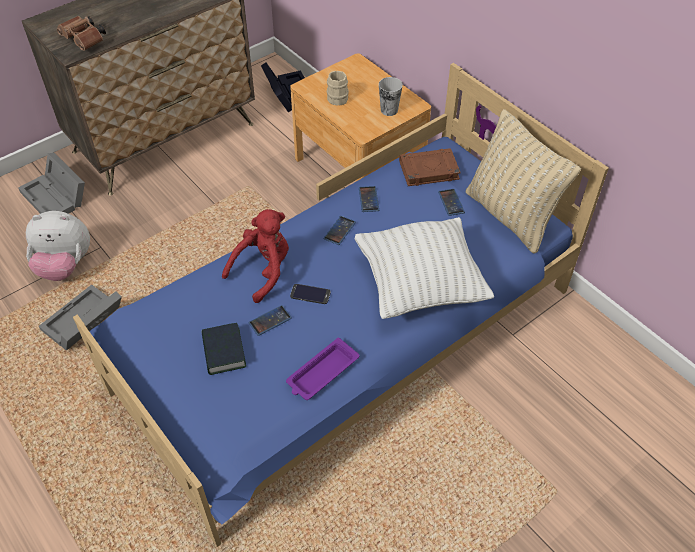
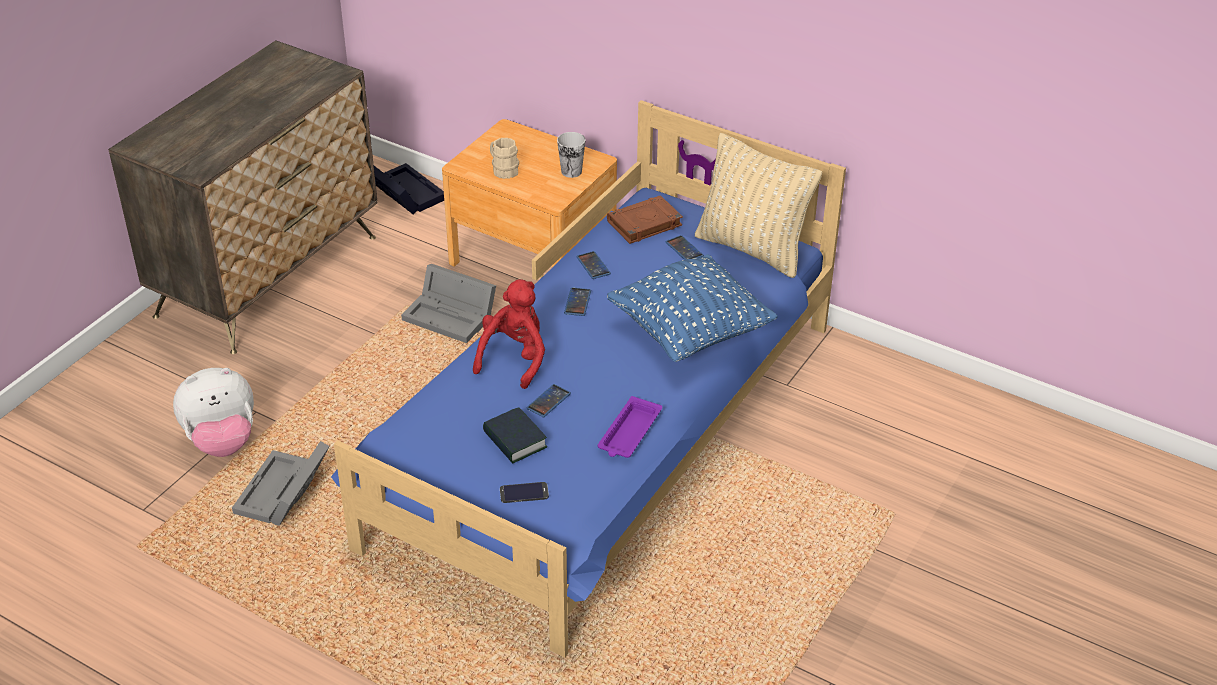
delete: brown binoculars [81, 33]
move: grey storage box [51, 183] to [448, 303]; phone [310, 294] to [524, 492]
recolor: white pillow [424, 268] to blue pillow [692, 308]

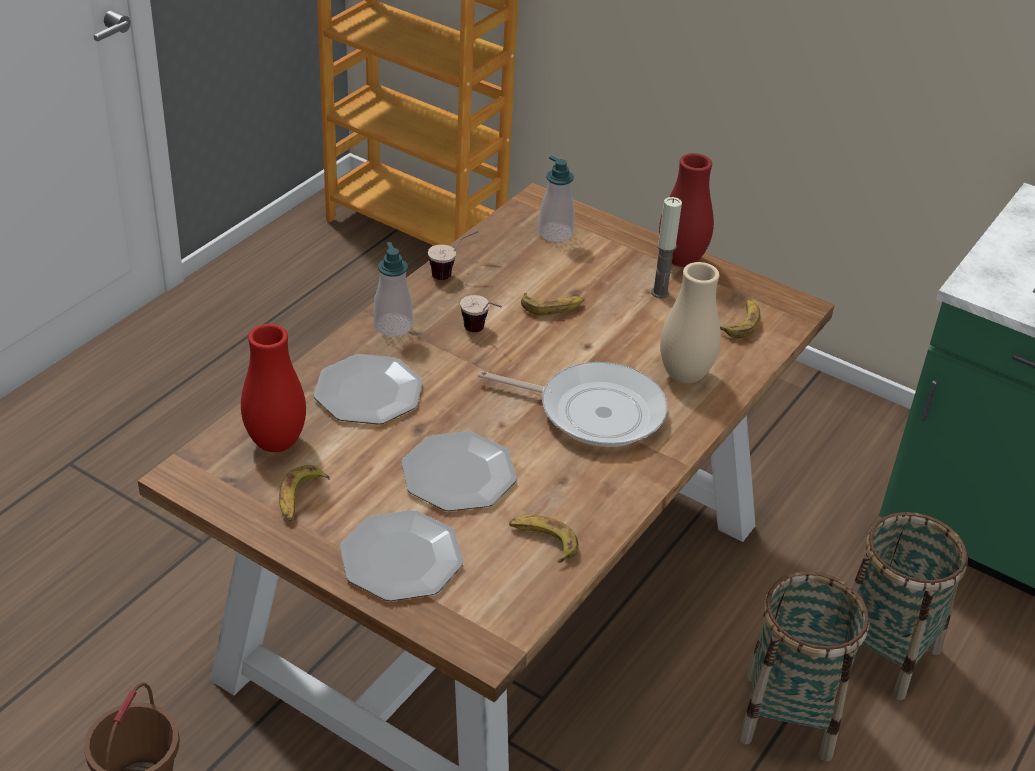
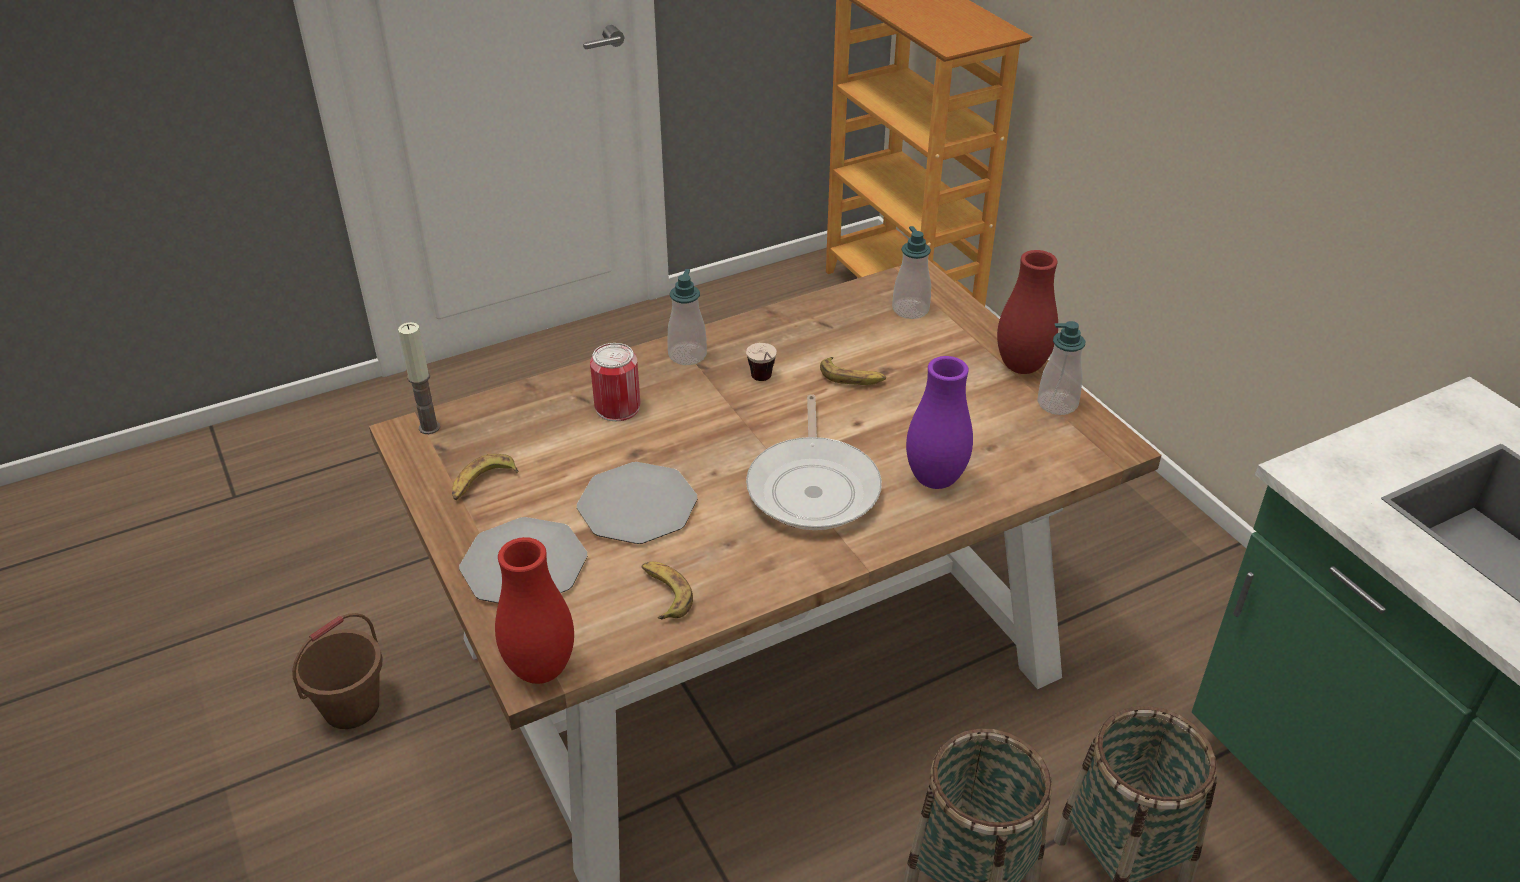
delete: cup [453, 255]; banana [740, 319]
insert: soap dispenser [1061, 368]
move: red vase [273, 388] to [534, 610]; candle [666, 247] to [419, 378]
replace: plate [368, 389] to can [615, 382]
recolor: beige vase [690, 323] to purple vase [939, 422]
rotate: frying pan [573, 404] = [814, 462] 45 degrees clockwise

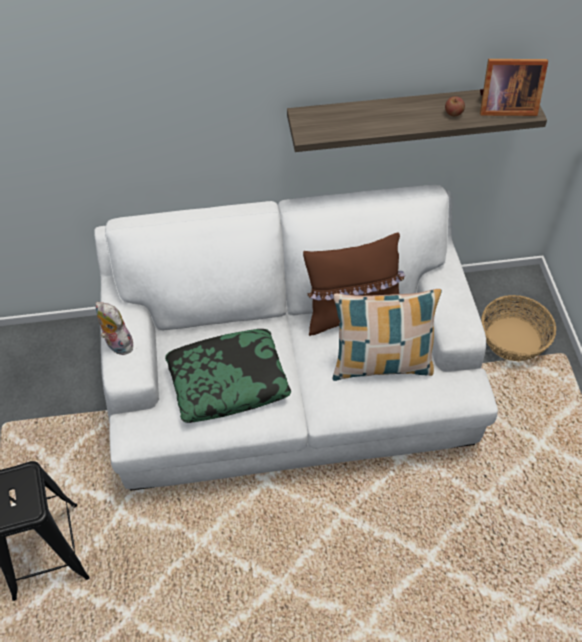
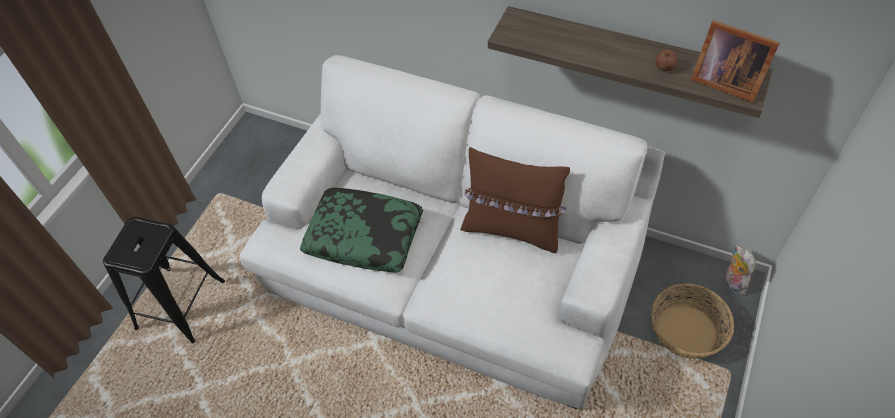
delete: pillow [387, 335]
move: plush toy [115, 328] to [739, 269]

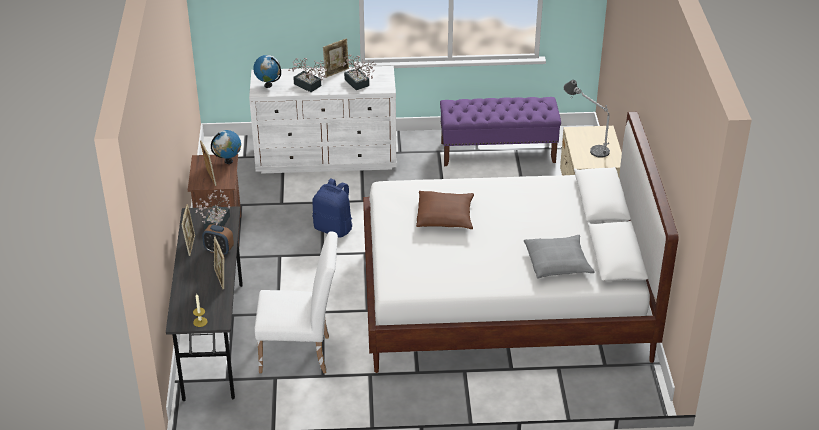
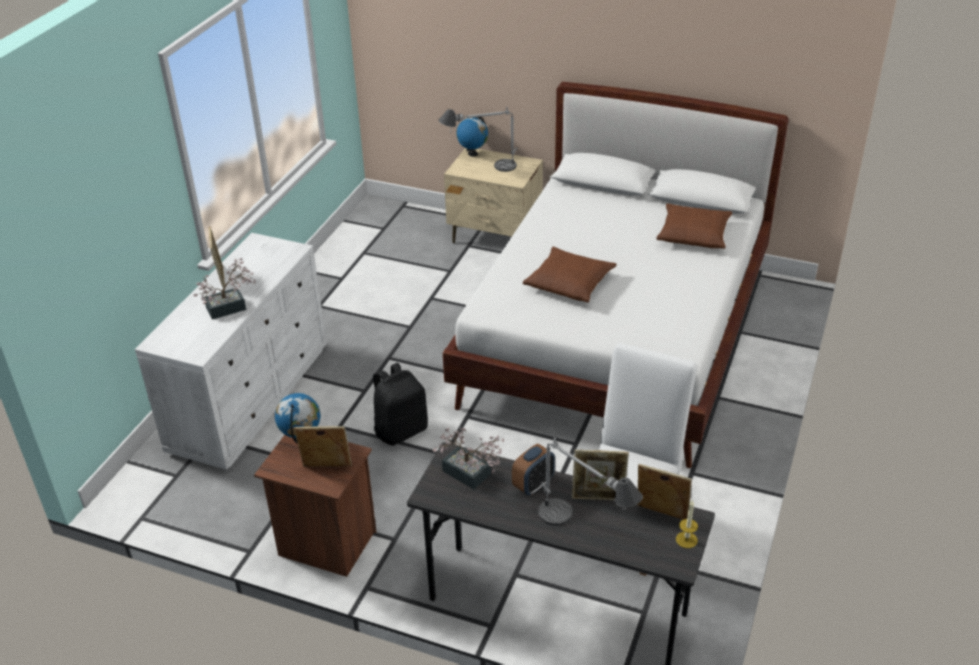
delete: potted plant [358, 72]; purple bench [500, 131]
insert: table lamp [590, 482]
move: picture frame [188, 230] to [664, 492]; globe [267, 71] to [472, 137]
recolor: blue backpack [332, 208] to black backpack [400, 404]; grey pillow [559, 257] to brown pillow [694, 226]

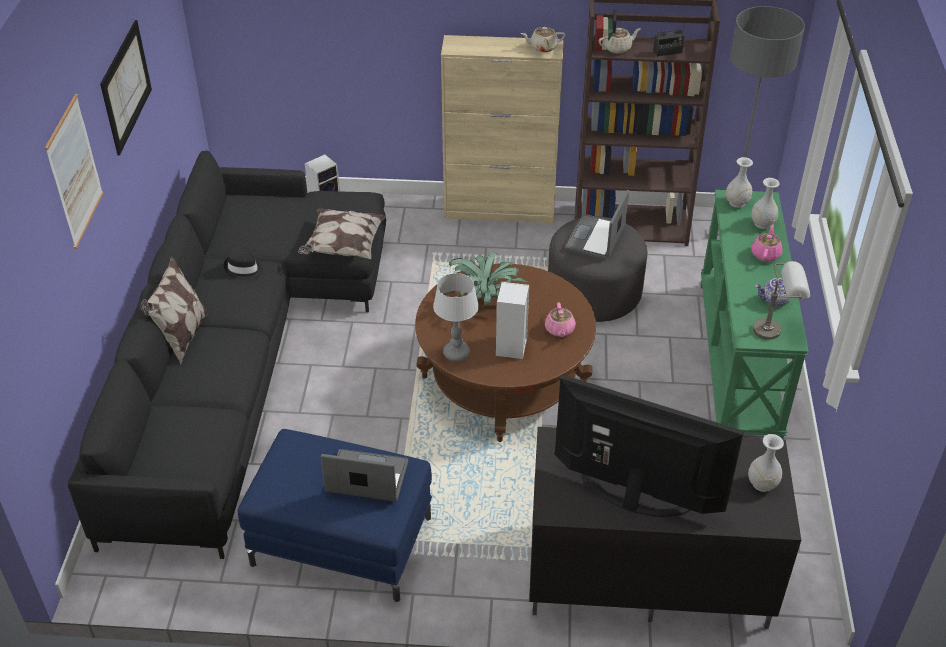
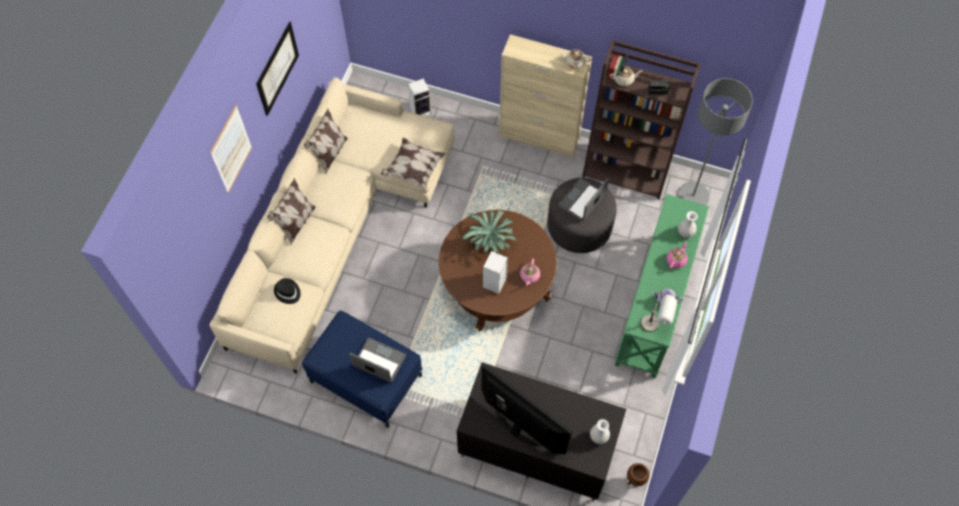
delete: table lamp [456, 317]; white vase [739, 182]
insert: pillow [326, 141]; brown planter [638, 474]
move: black hat [243, 262] to [287, 291]
recolor: black sofa [227, 355] to beige sofa [332, 225]

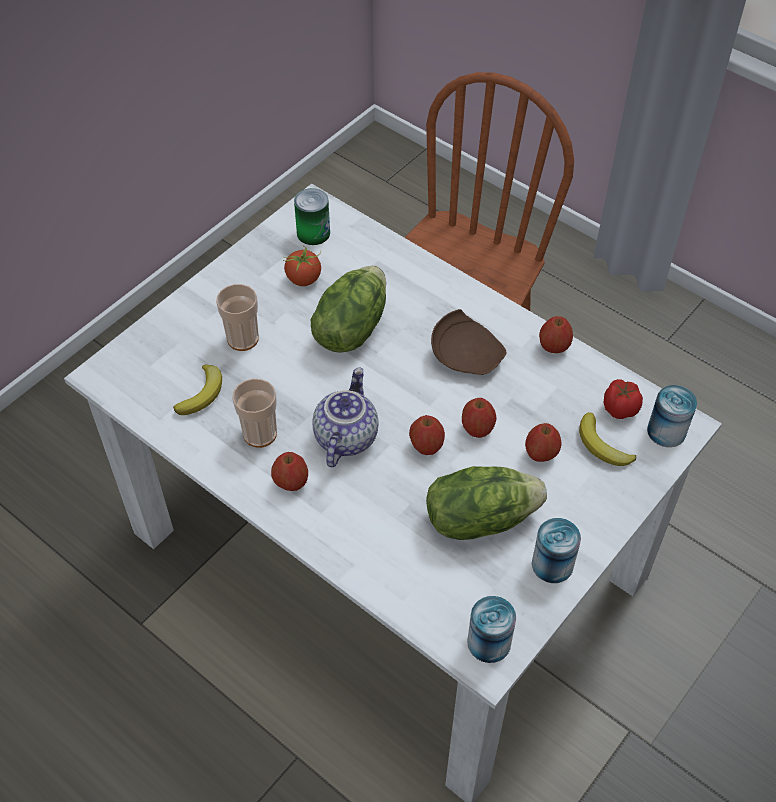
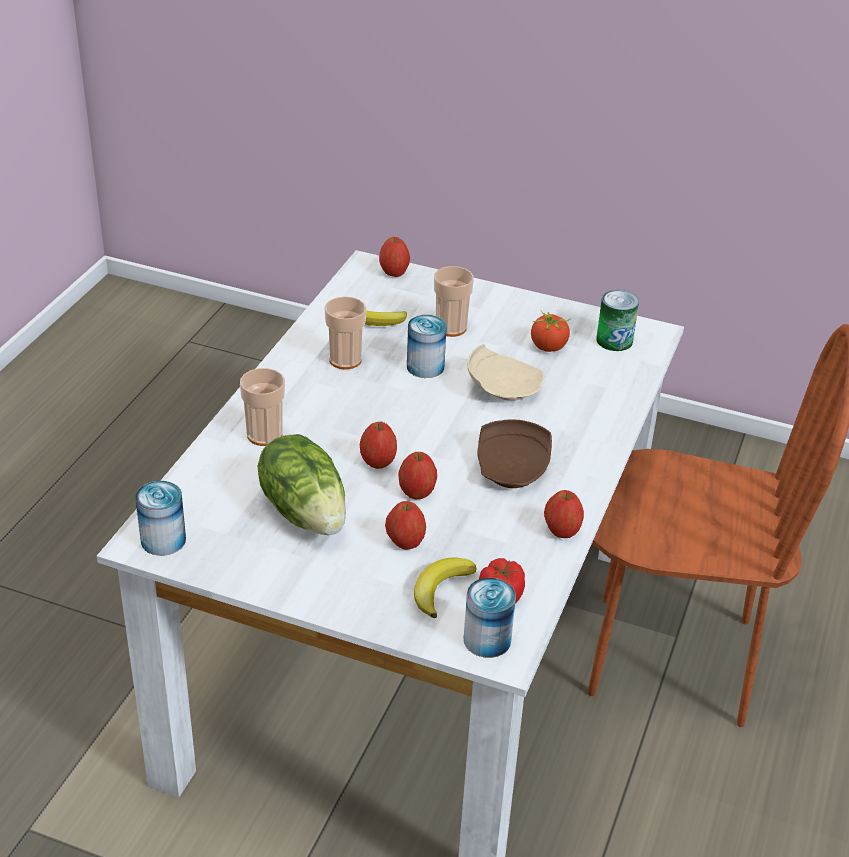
delete: teapot [345, 417]
insert: cup [262, 407]
move: apple [289, 471] to [394, 257]; can [556, 550] to [427, 346]
replace: lettuce [348, 309] to beige plate [506, 372]

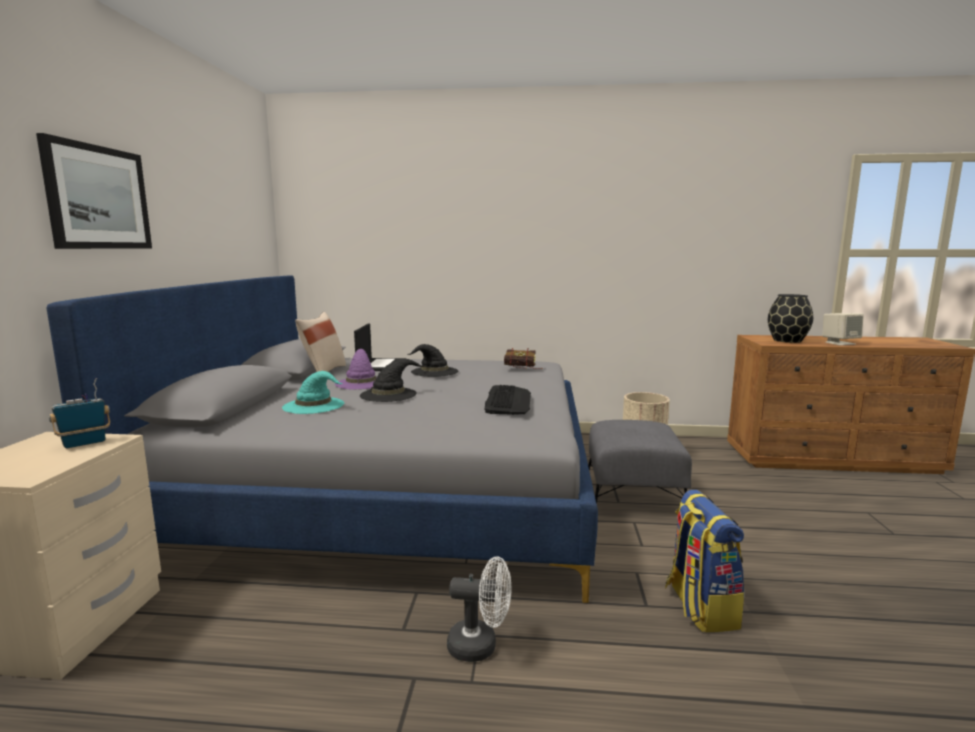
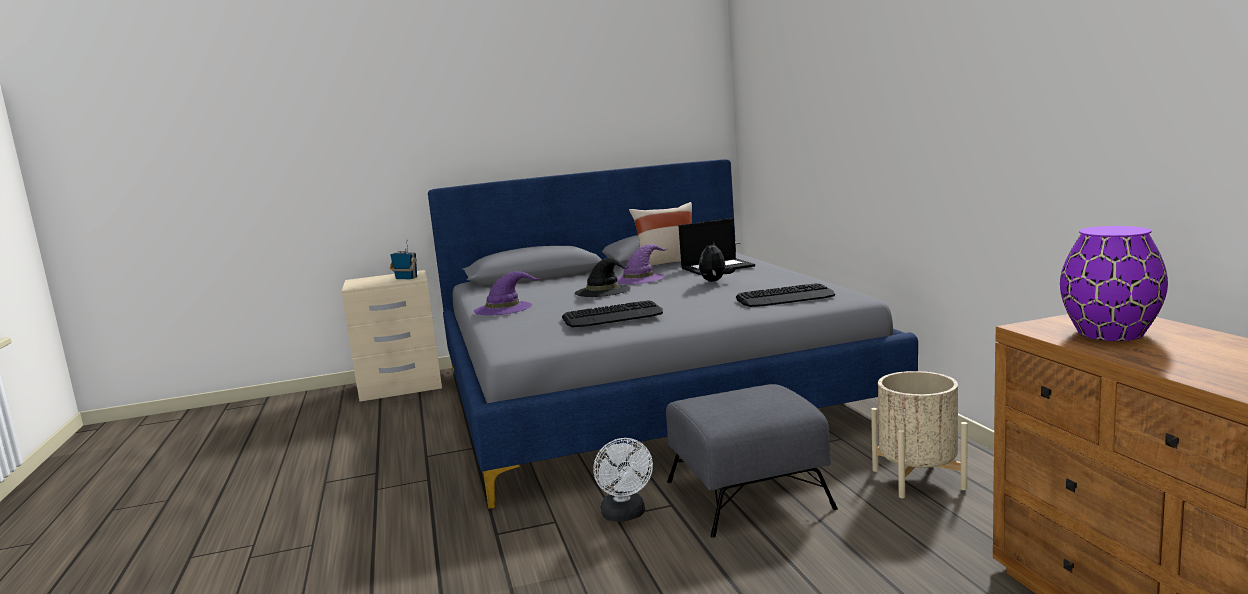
delete: picture [94, 191]; turquoise hat [313, 392]; backpack [705, 561]; beige speaker [843, 329]
insert: purple hat [508, 293]
move: white fan [479, 609] to [623, 480]
replace: black hat [432, 360] to plush toy [717, 261]; book [523, 358] to keyboard [785, 295]
recolor: black vase [790, 318] to purple vase [1114, 283]

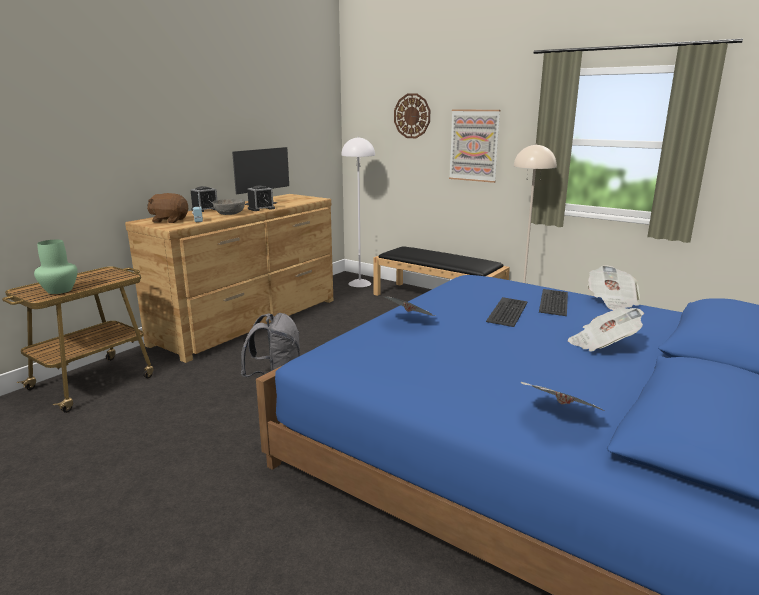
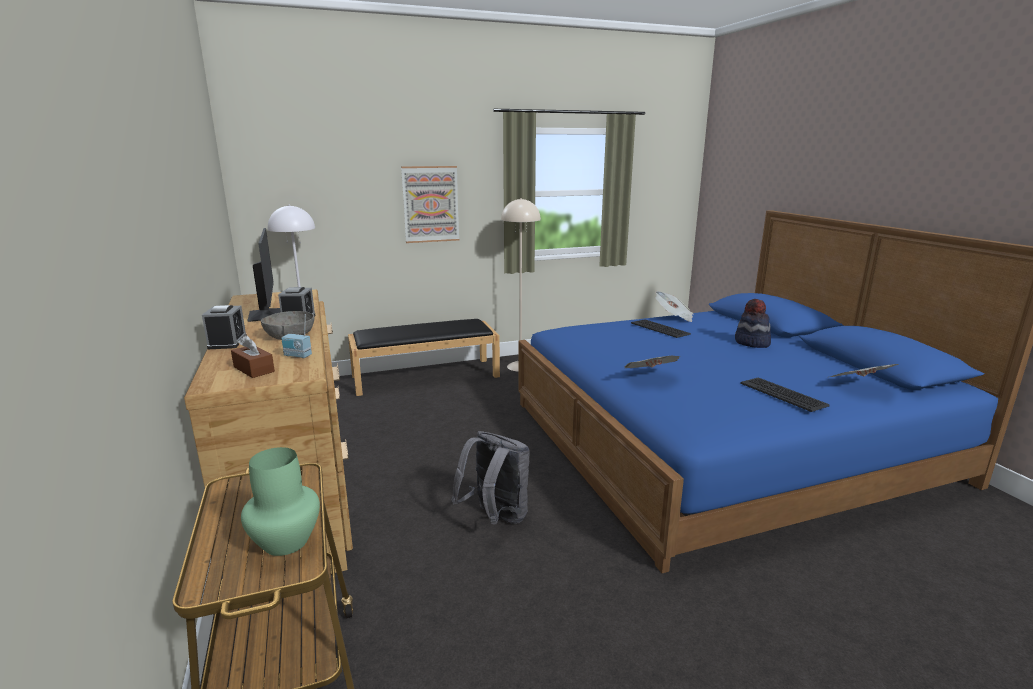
delete: wall clock [412, 115]
move: keyboard [506, 312] to [785, 394]
replace: brown plush toy [167, 208] to brown tissue box [253, 356]; newspaper [606, 329] to hat [753, 323]

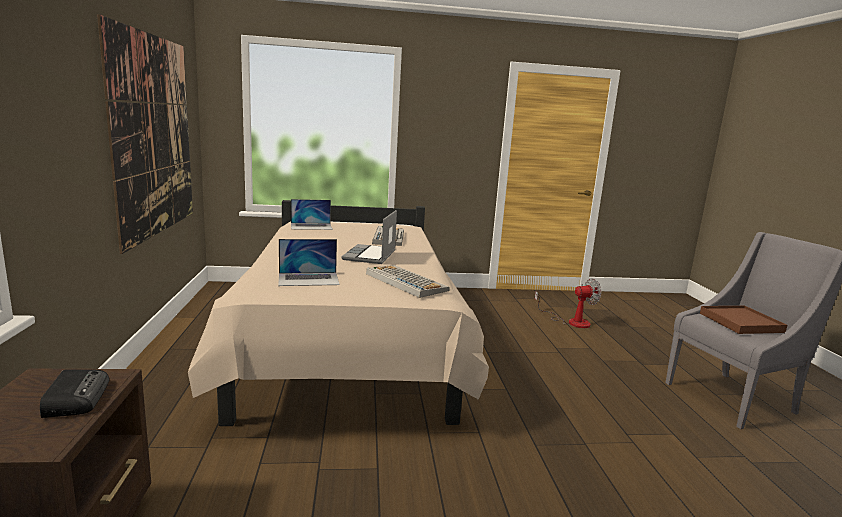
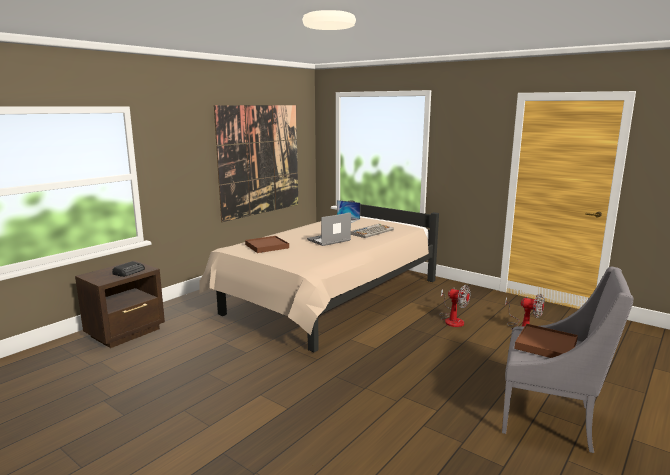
delete: keyboard [408, 281]
insert: fan [455, 306]
replace: laptop [309, 262] to brown tray [267, 244]

